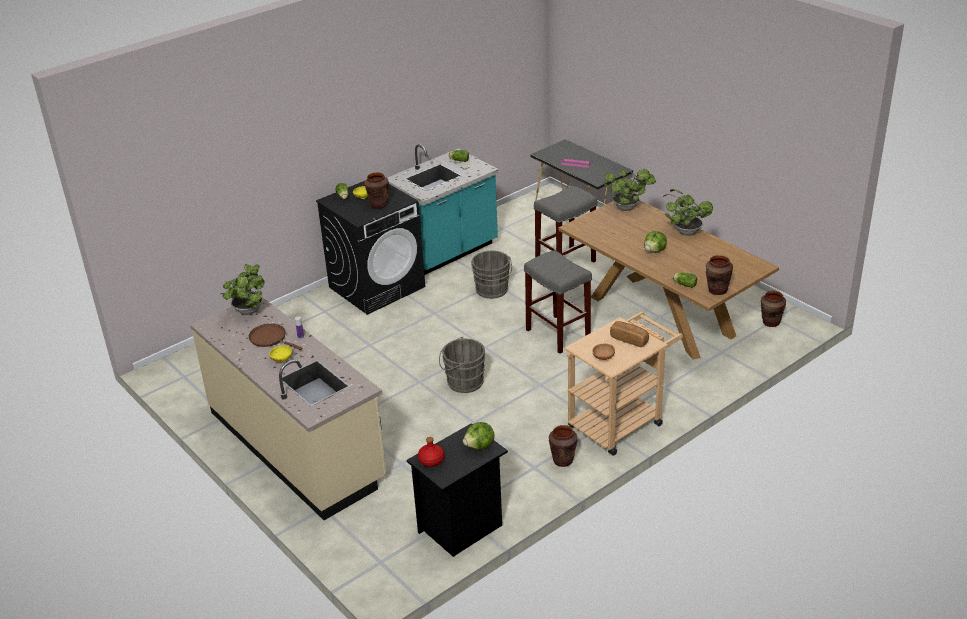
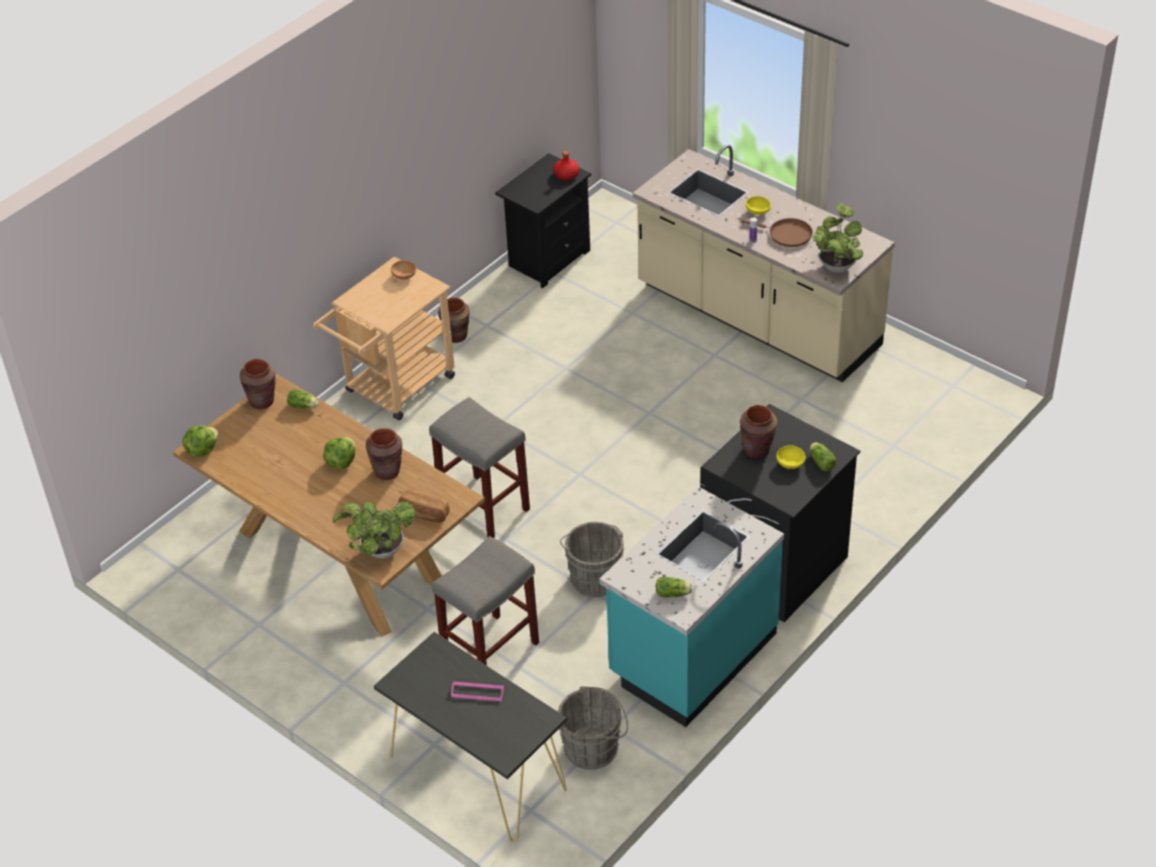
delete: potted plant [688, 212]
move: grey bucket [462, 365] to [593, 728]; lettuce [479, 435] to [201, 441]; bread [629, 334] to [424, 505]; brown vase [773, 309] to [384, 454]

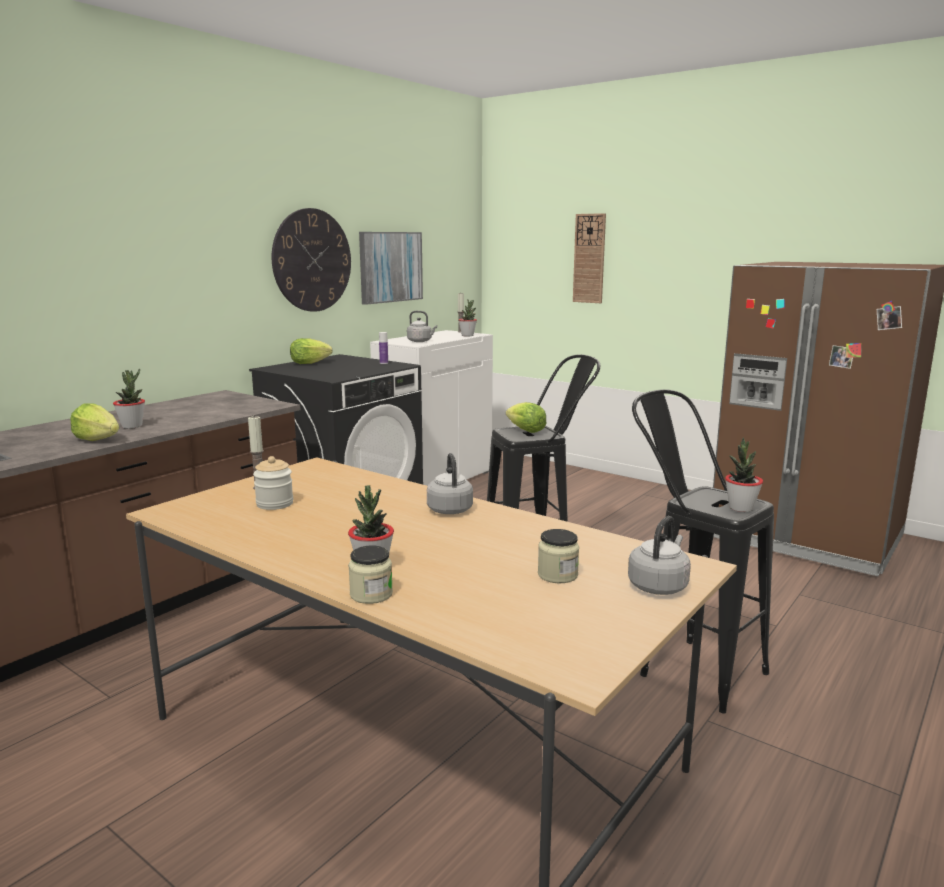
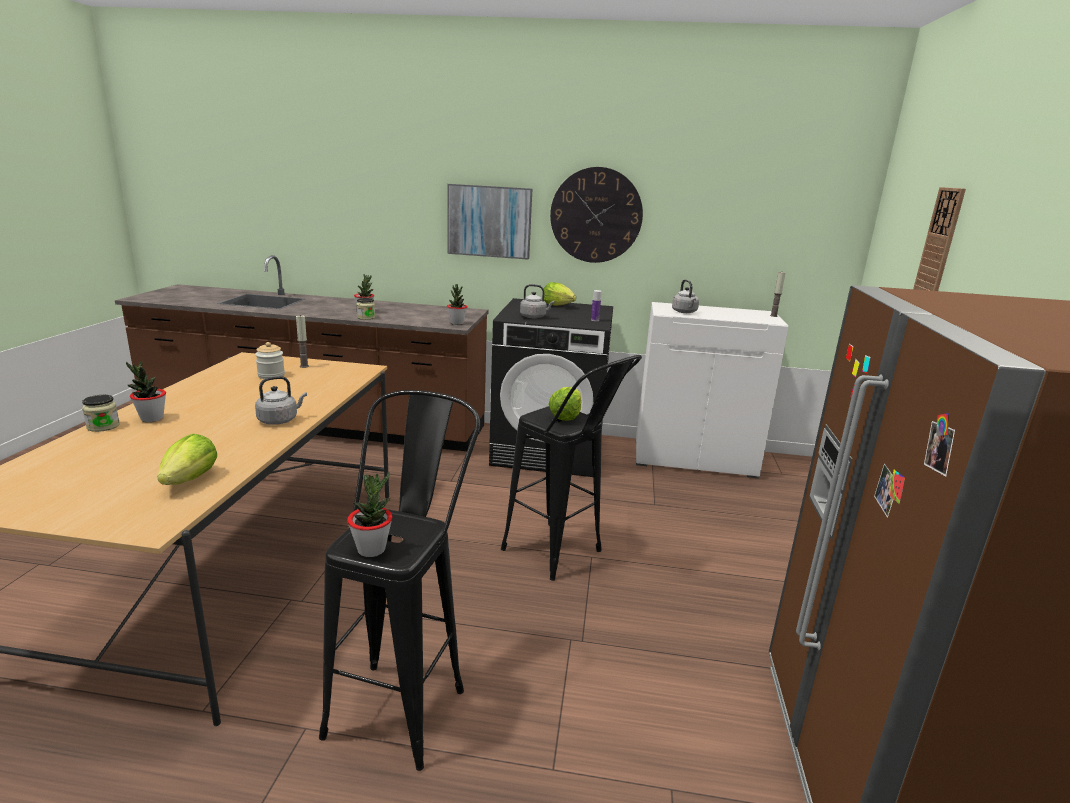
move: lettuce [94, 422] to [187, 459]; picture [391, 268] to [489, 222]; potted plant [467, 317] to [457, 304]; jar [558, 556] to [365, 309]; grey kettle [659, 555] to [537, 301]

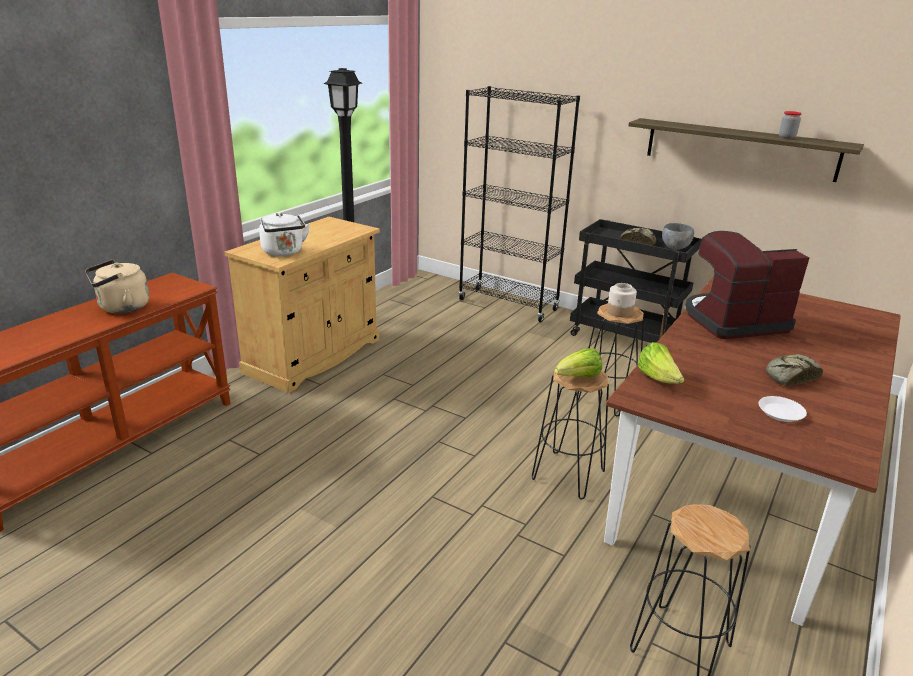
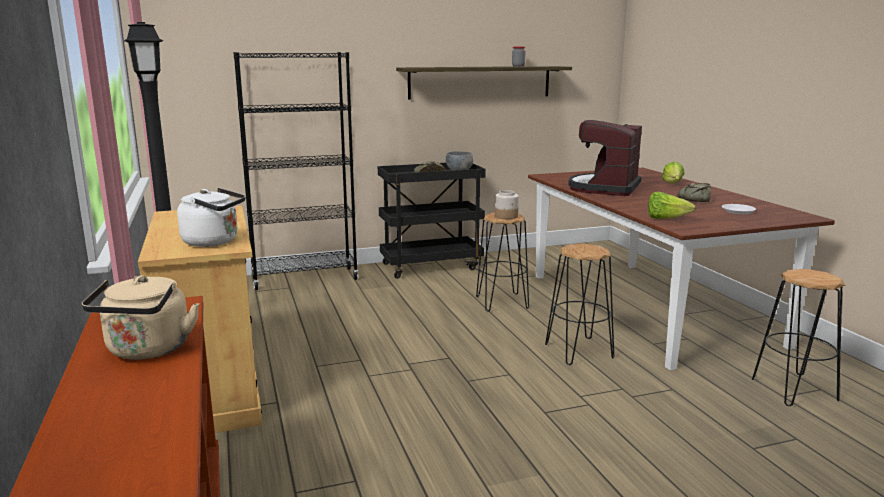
move: lettuce [578, 362] to [673, 172]

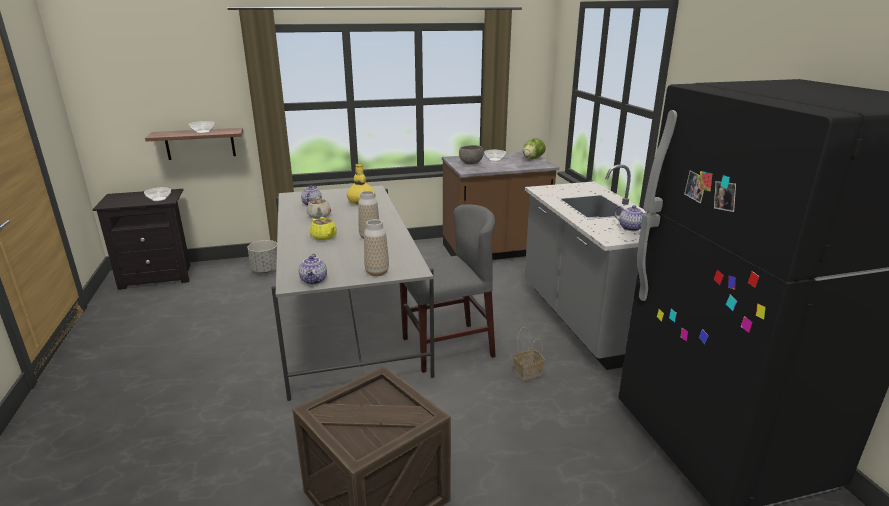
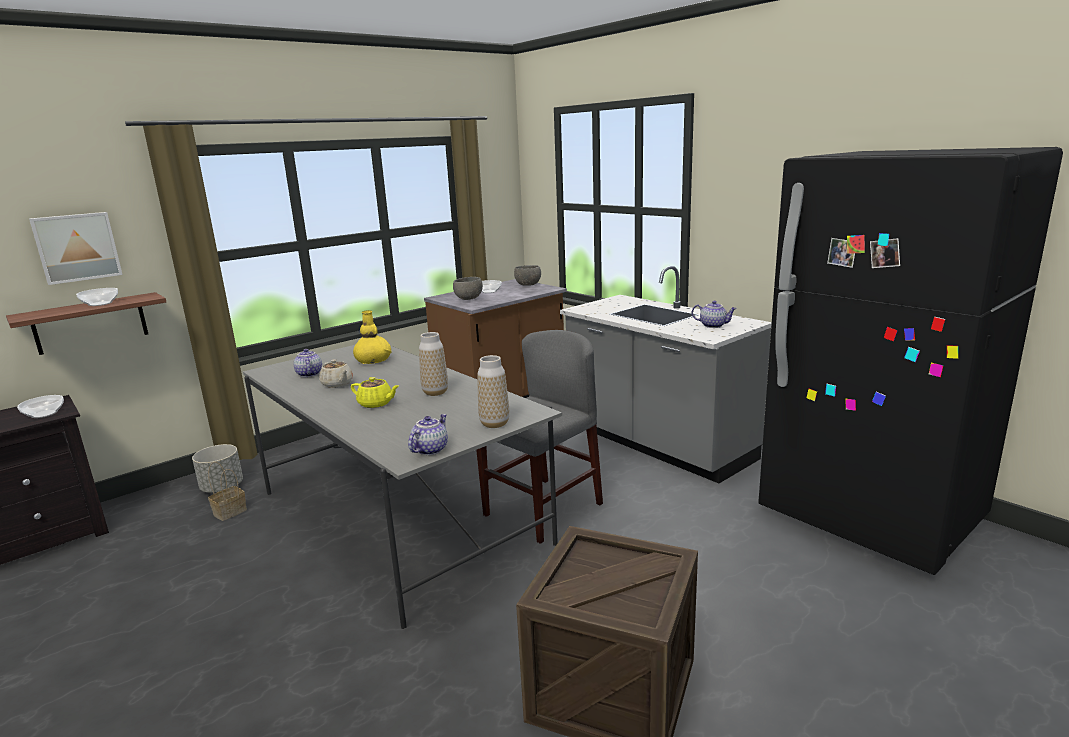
insert: picture [76, 248]
move: basket [529, 354] to [227, 491]
replace: lettuce [534, 148] to grey bowl [527, 275]
rotate: teapot [313, 269] = [428, 434] 120 degrees counterclockwise

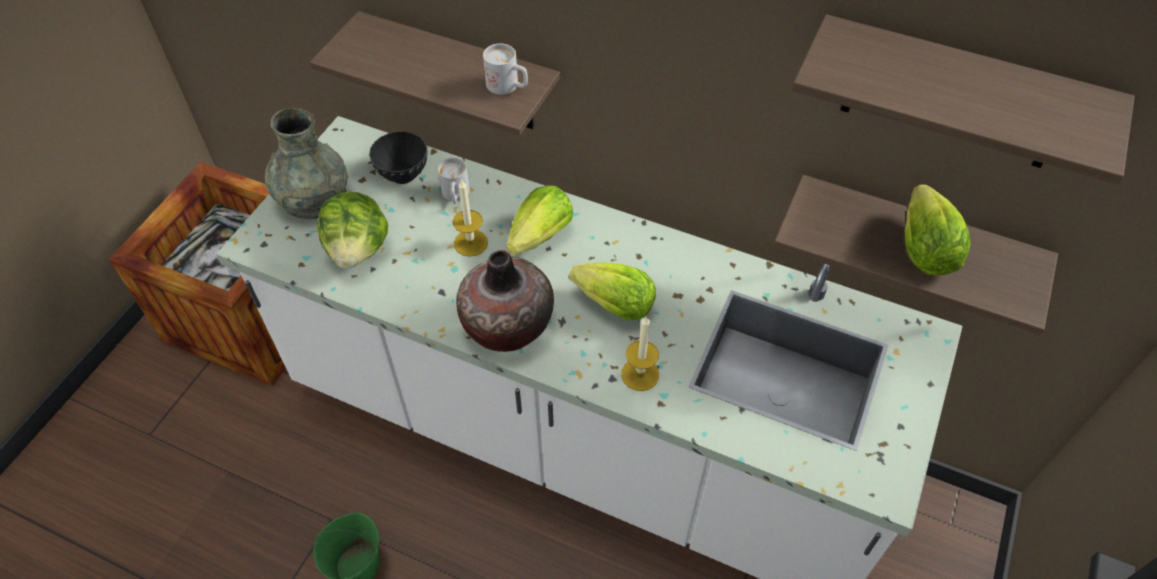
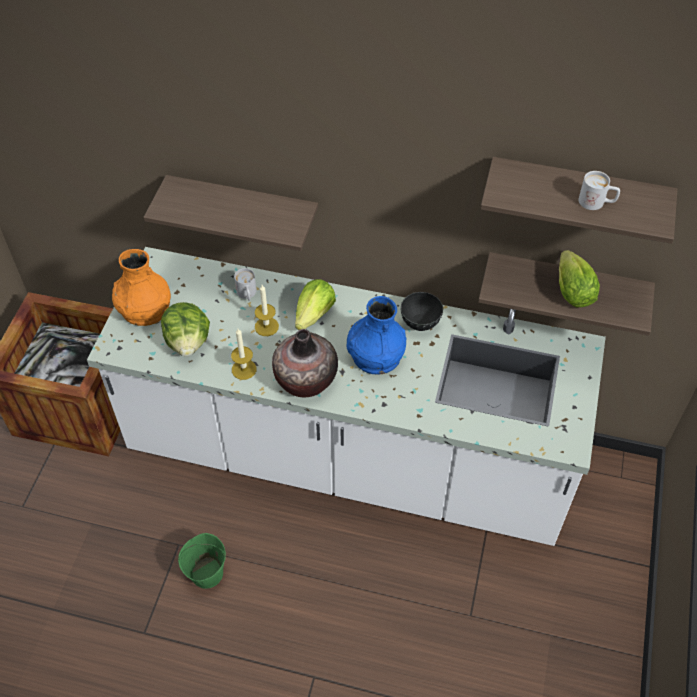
move: black bowl [398, 157] to [422, 311]; white mug [505, 69] to [599, 190]; candle [640, 353] to [244, 354]
replace: lettuce [612, 291] to blue vase [376, 335]
recolor: grey vase [306, 163] to orange vase [141, 287]

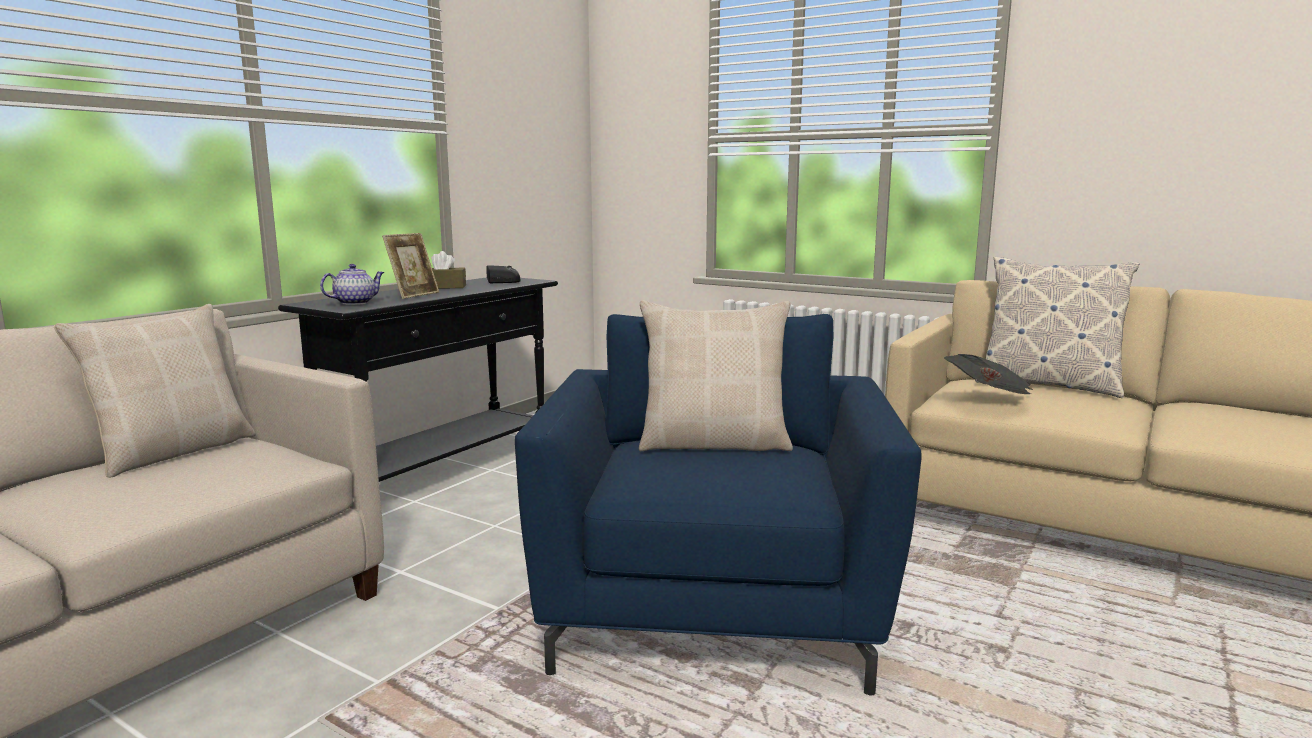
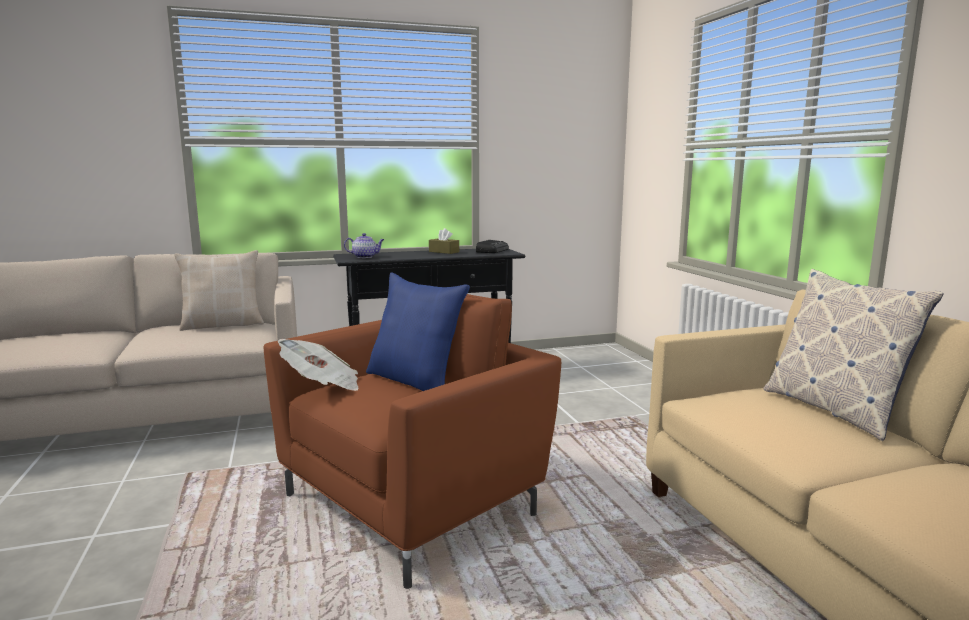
delete: picture frame [410, 266]
move: newspaper [988, 374] to [318, 365]
recolor: blue armchair [718, 504] to brown armchair [412, 435]; beige pillow [716, 375] to blue pillow [418, 331]

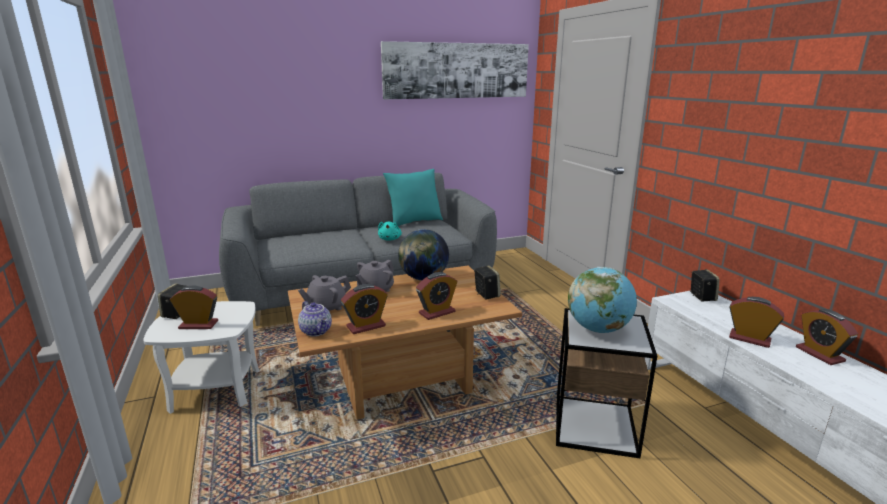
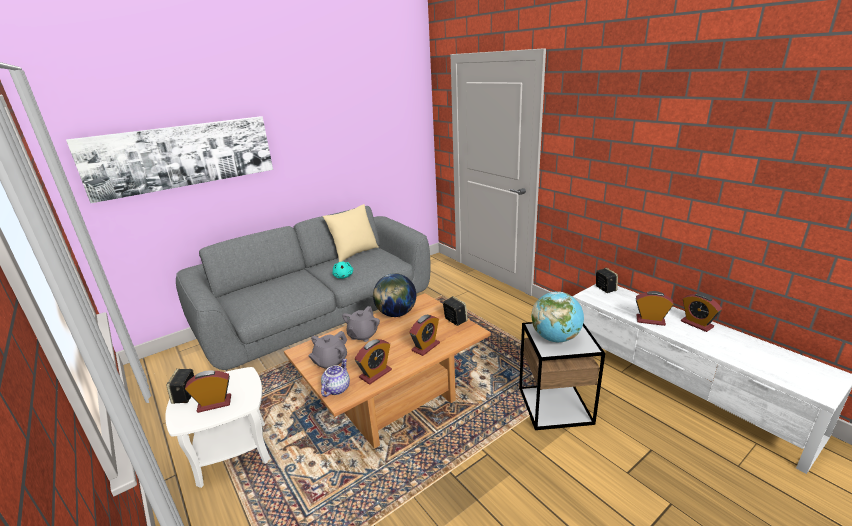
move: picture [455, 70] to [169, 159]
recolor: turquoise pillow [413, 197] to beige pillow [351, 233]
rotate: teapot [315, 319] = [335, 378] 105 degrees counterclockwise

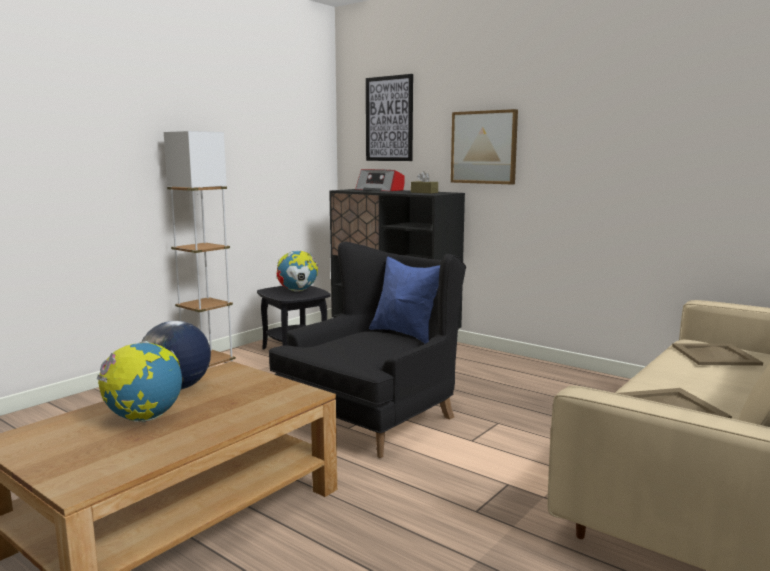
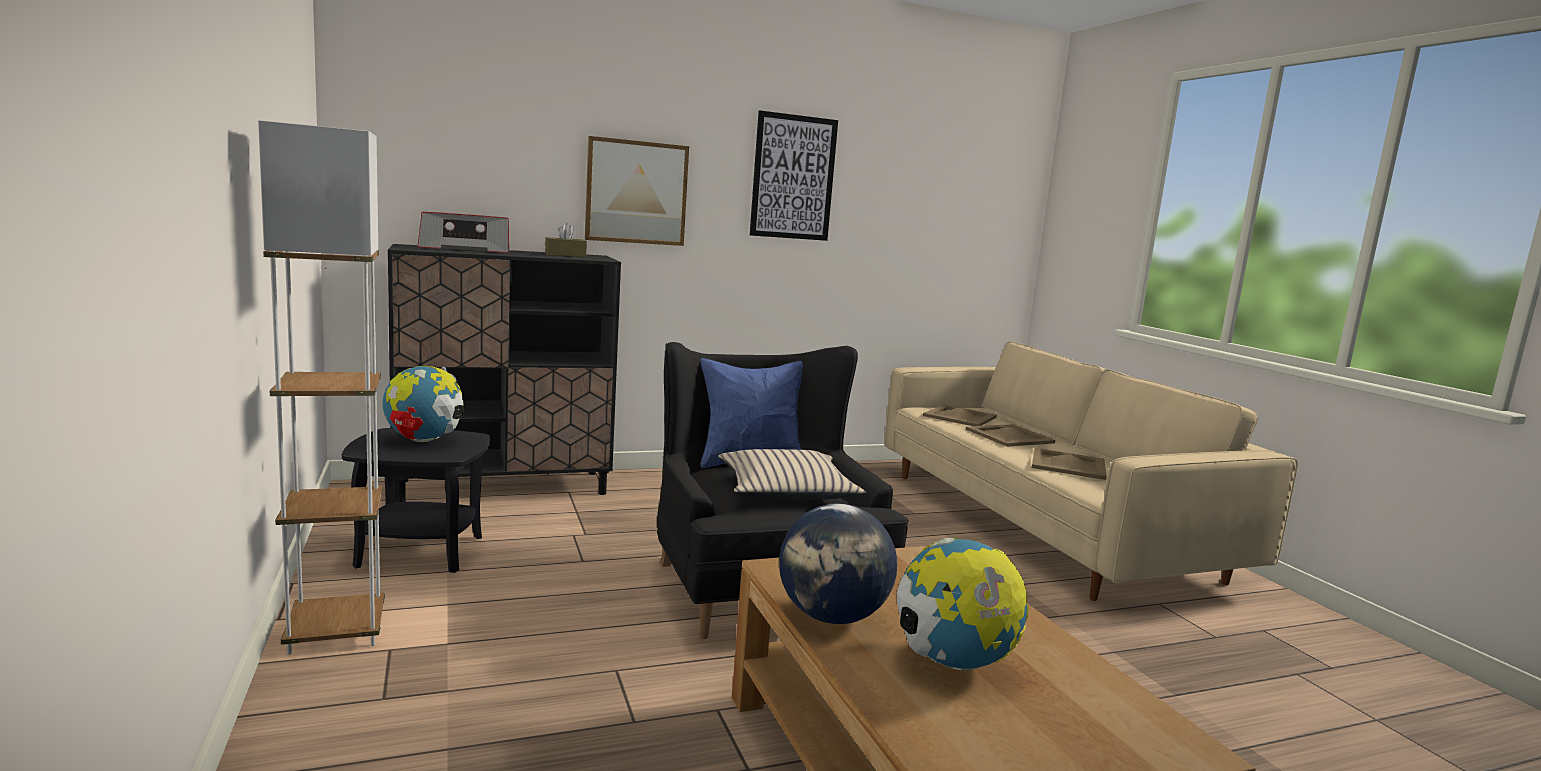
insert: beige pillow [792, 474]; beige tray [1010, 435]
move: picture [389, 117] to [794, 175]

